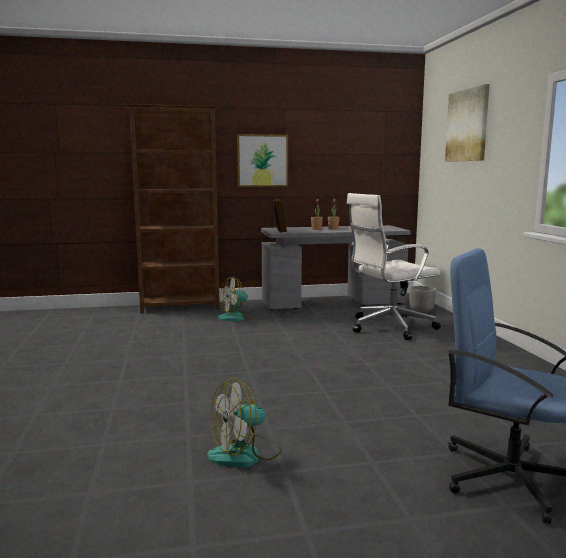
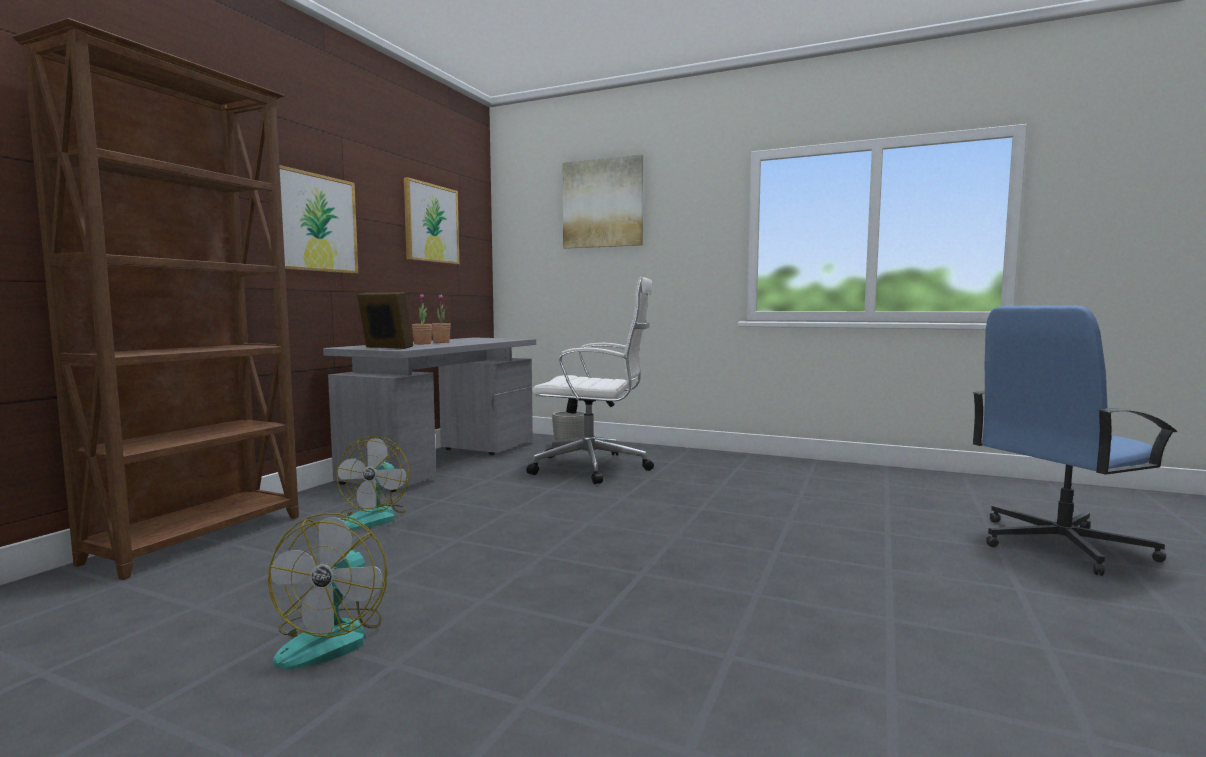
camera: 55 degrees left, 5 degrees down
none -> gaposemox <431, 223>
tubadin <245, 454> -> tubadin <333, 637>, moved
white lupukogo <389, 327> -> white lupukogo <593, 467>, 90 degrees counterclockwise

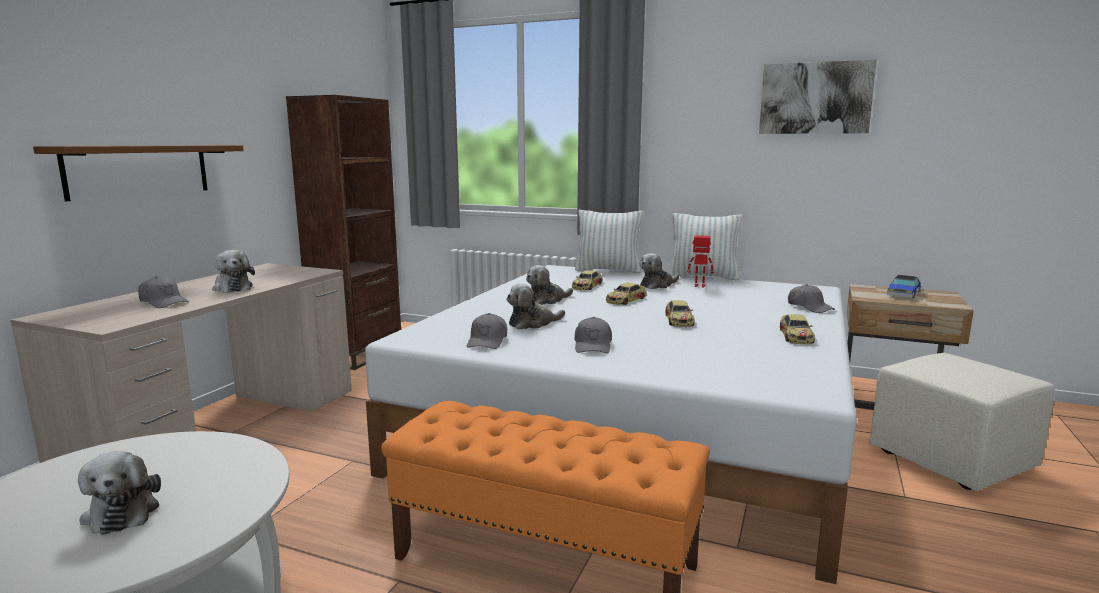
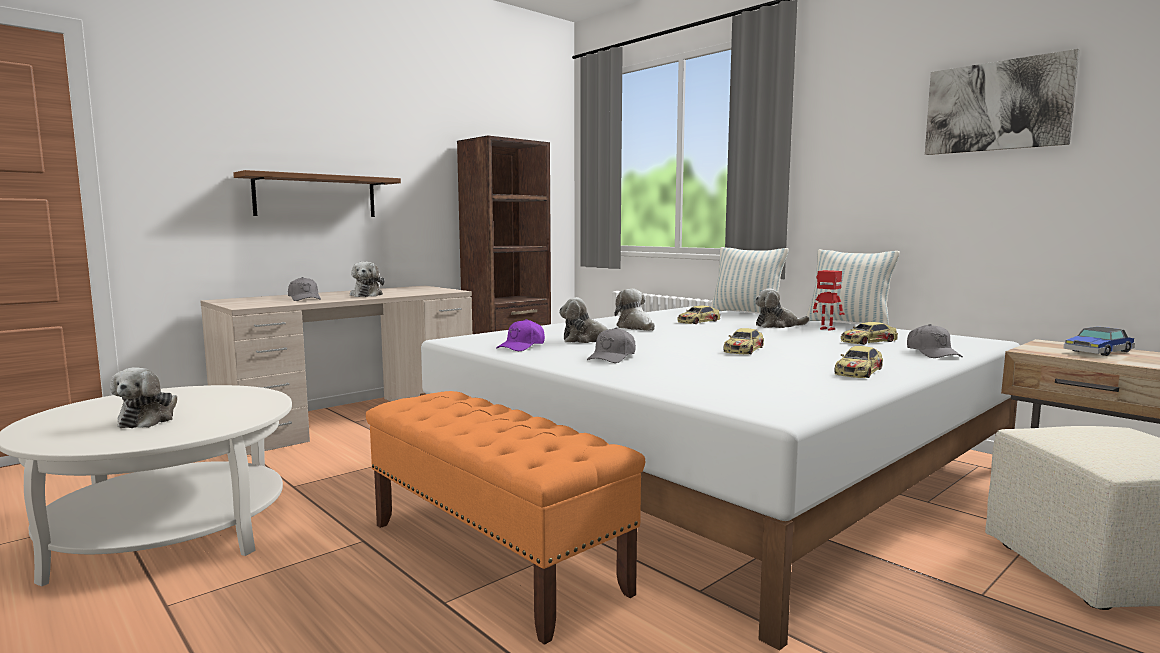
camera: 25 degrees right, 5 degrees down
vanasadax <626, 300> -> vanasadax <868, 341>, moved
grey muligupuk <487, 341> -> purple muligupuk <522, 347>
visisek <547, 300> -> visisek <635, 327>, 75 degrees clockwise

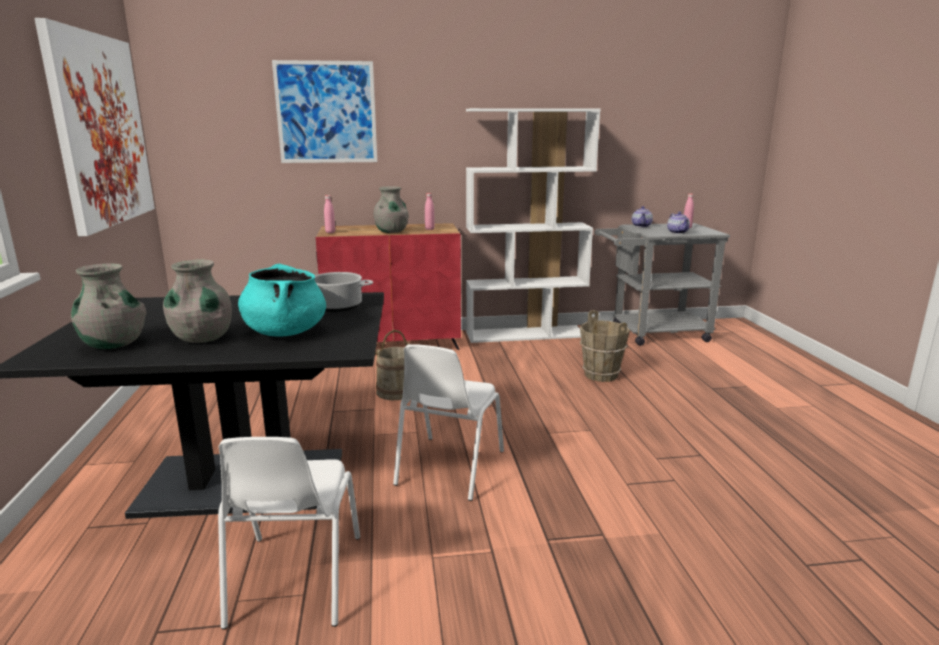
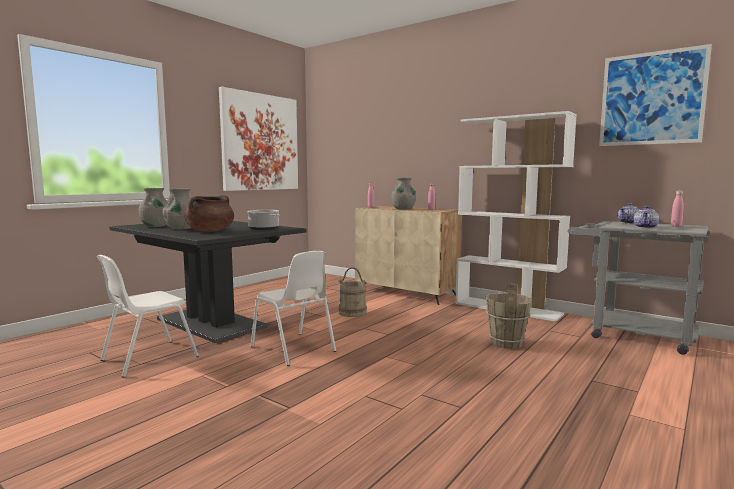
camera: 45 degrees right, 10 degrees down
gaposemox <326, 112> -> gaposemox <651, 98>, moved
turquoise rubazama <285, 332> -> brown rubazama <210, 231>
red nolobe <394, 343> -> beige nolobe <407, 293>
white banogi <448, 468> -> white banogi <294, 349>, 105 degrees counterclockwise

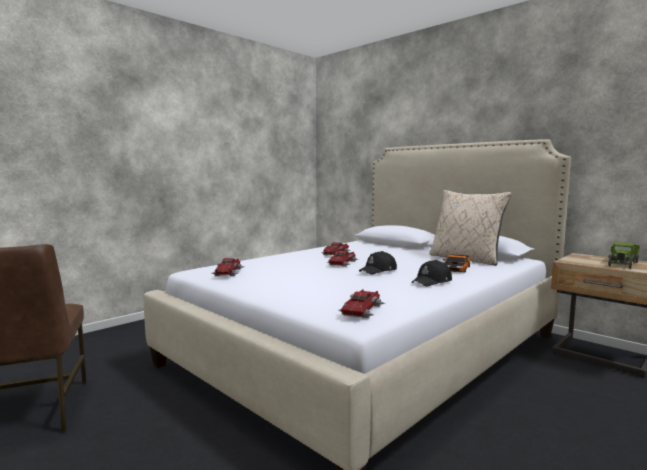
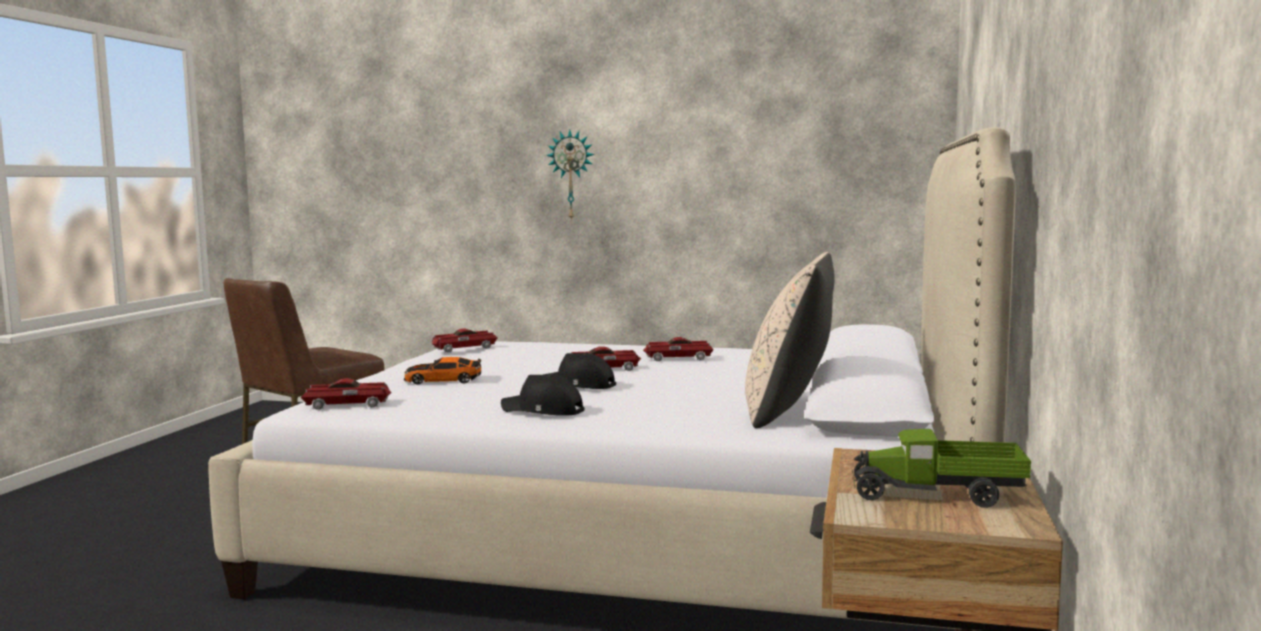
camera: 60 degrees right, 0 degrees up
none -> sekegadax <571, 175>
vanasadax <456, 268> -> vanasadax <443, 380>, moved

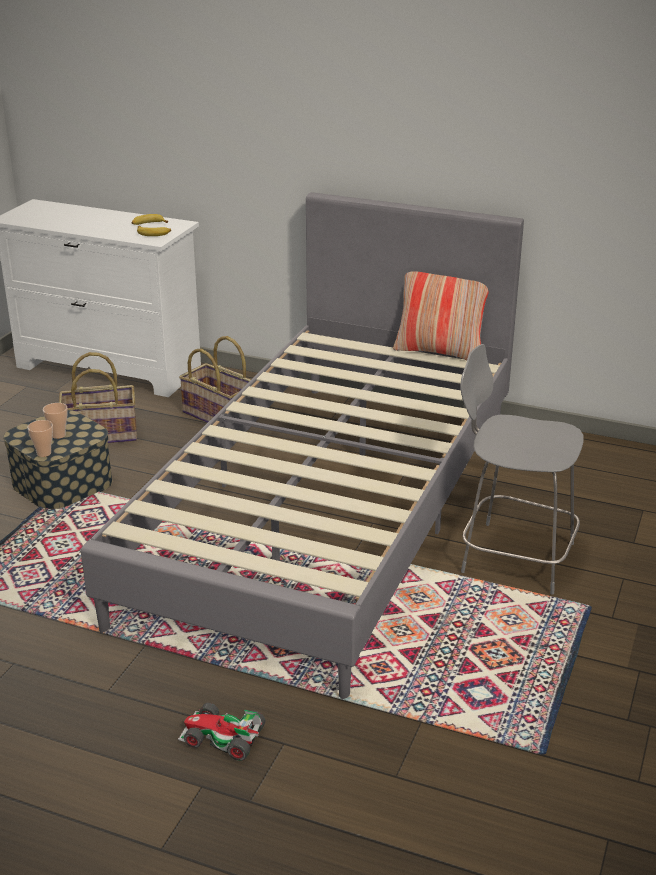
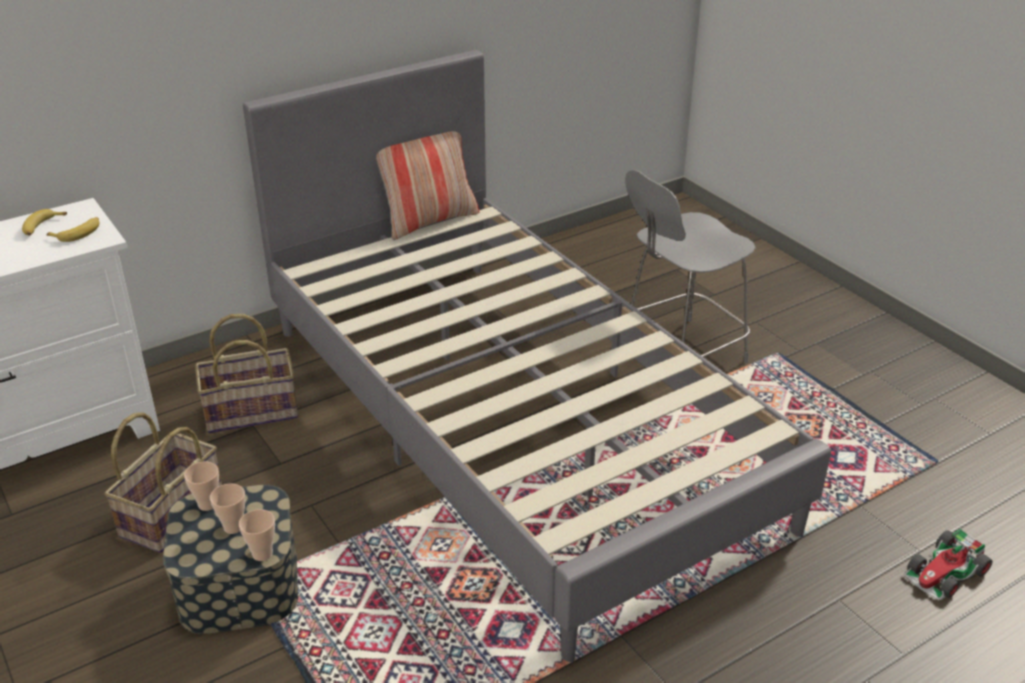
camera: 55 degrees left, 5 degrees up
none -> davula <208, 504>
vanasadax <222, 737> -> vanasadax <945, 573>, moved

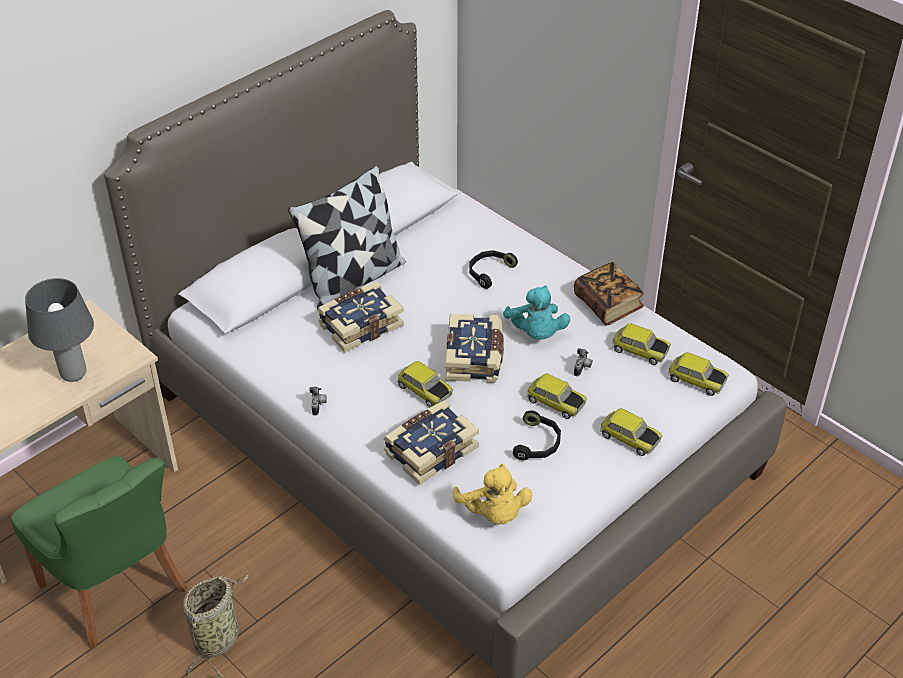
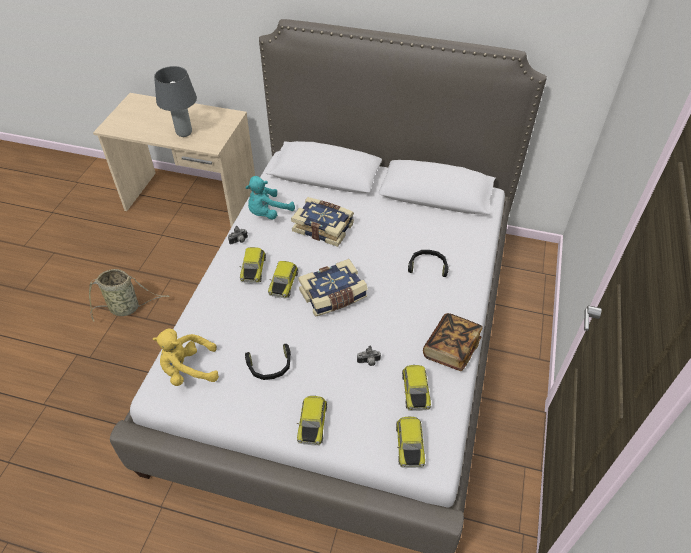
camera: 60 degrees right, 5 degrees up
green banogi <117, 590> -> none
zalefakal <353, 279> -> none
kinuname <430, 450> -> none
turquoise visisek <536, 333> -> turquoise visisek <268, 213>, moved
vanasadax <555, 403> -> vanasadax <253, 269>, moved
yellow visisek <493, 513> -> yellow visisek <188, 370>, 45 degrees clockwise

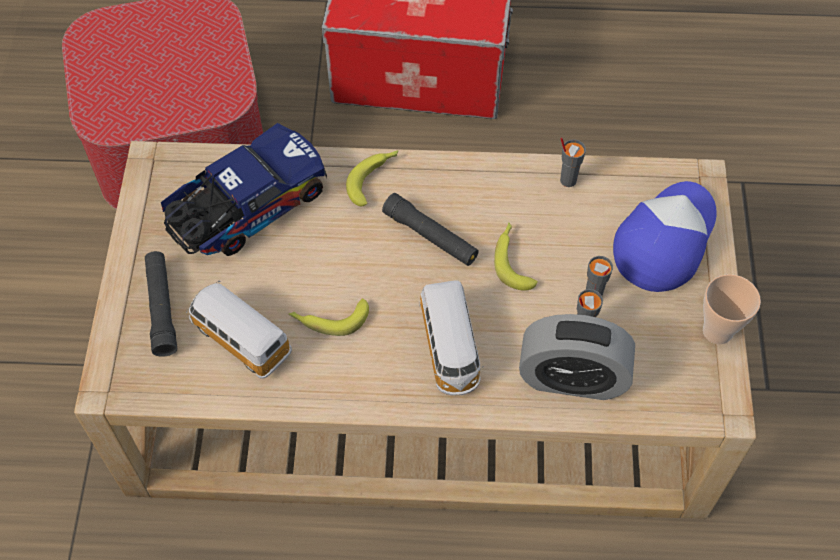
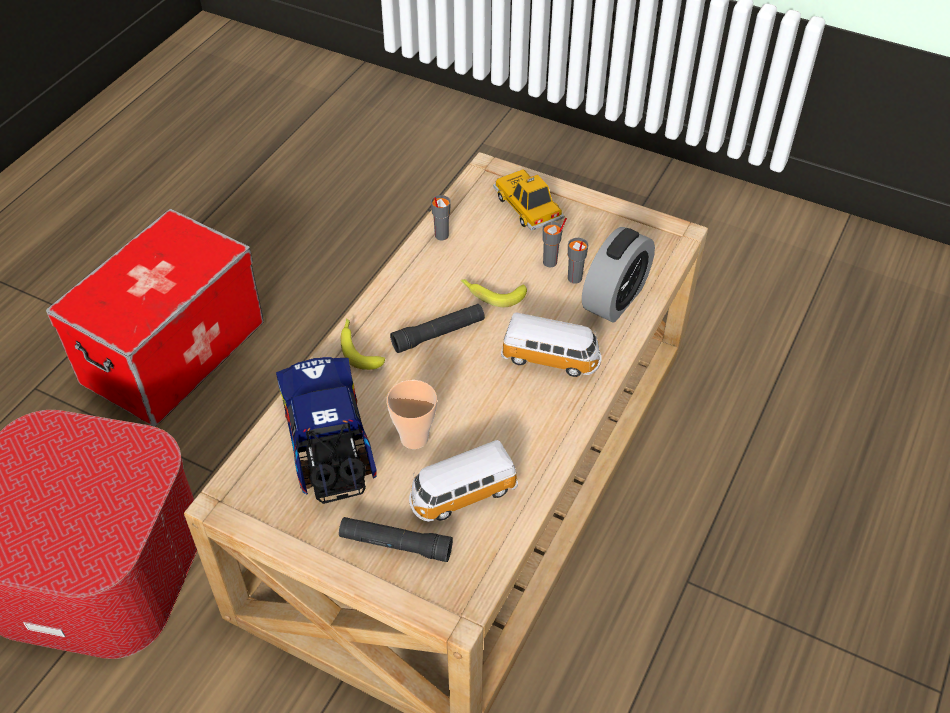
camera: 65 degrees left, 10 degrees down
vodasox <329, 319> -> none
davula <717, 331> -> davula <414, 438>, moved
muligupuk <664, 240> -> vanasadax <527, 207>

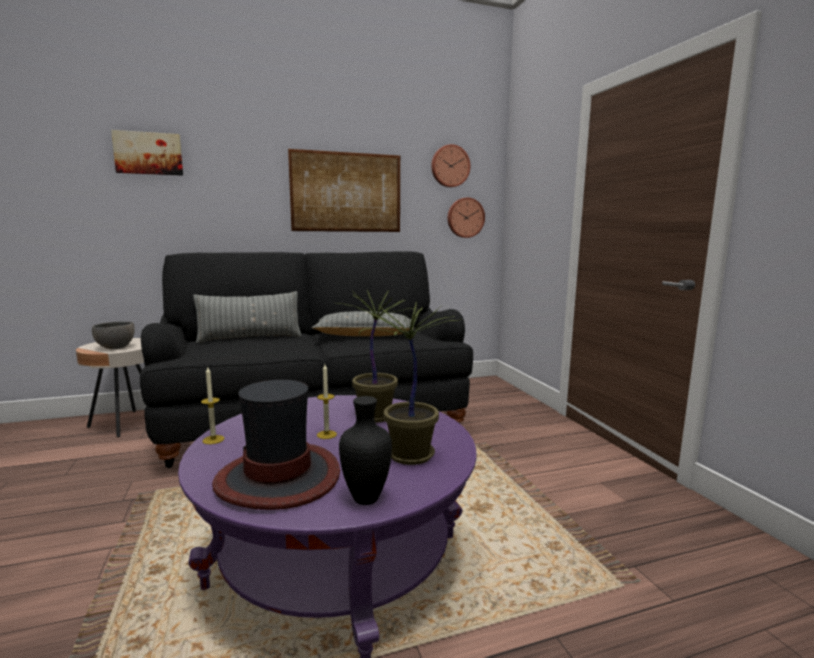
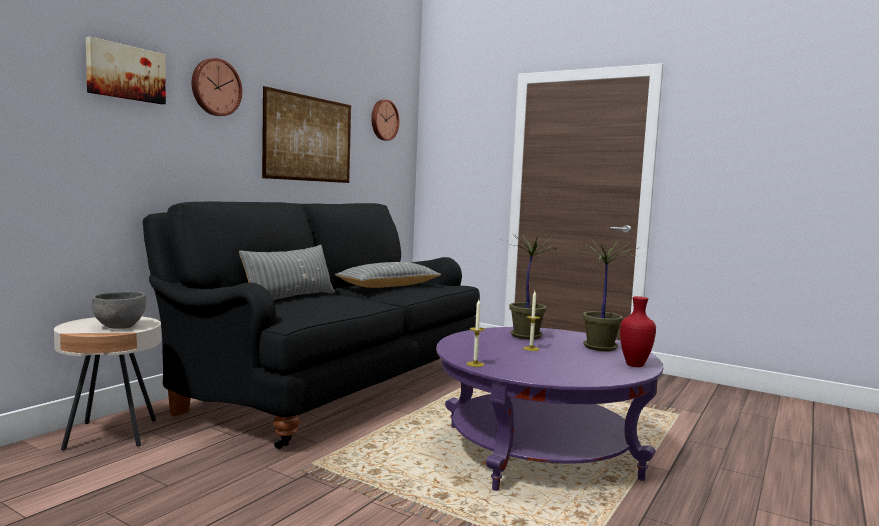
camera: 40 degrees left, 5 degrees down
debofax <279, 478> -> none
sekegadax <465, 217> -> sekegadax <215, 87>, moved
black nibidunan <367, 499> -> red nibidunan <636, 365>

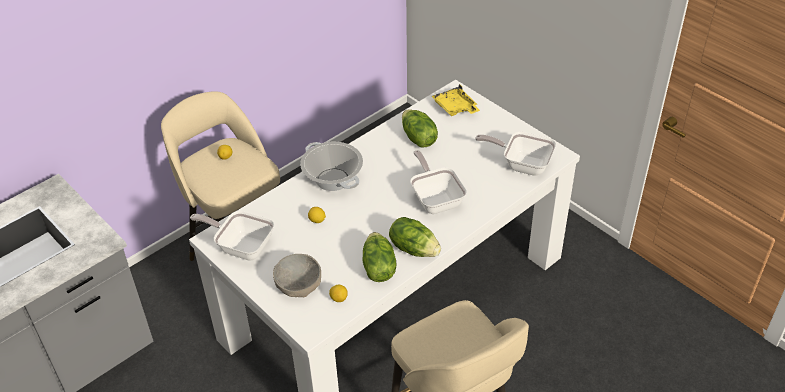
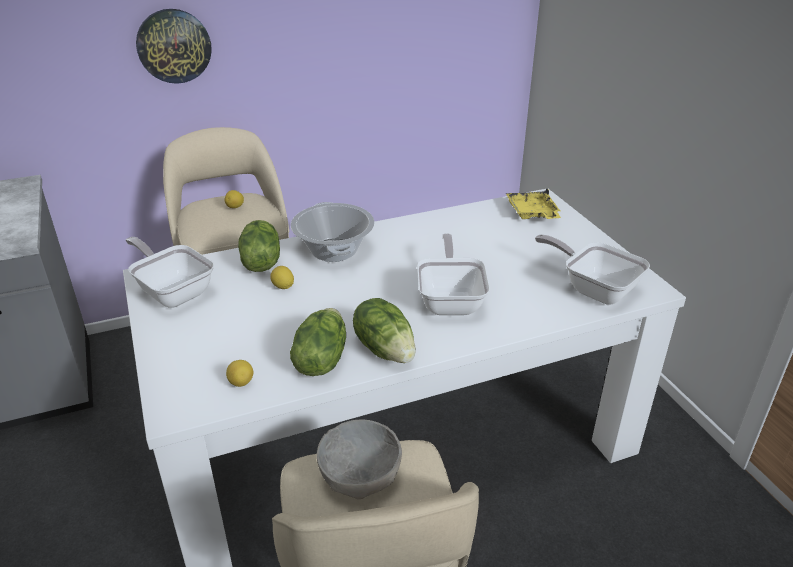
camera: 20 degrees right, 10 degrees down
none -> sekegadax <174, 46>
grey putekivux <299, 286> -> grey putekivux <361, 476>, moved
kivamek <418, 138> -> kivamek <260, 262>, moved

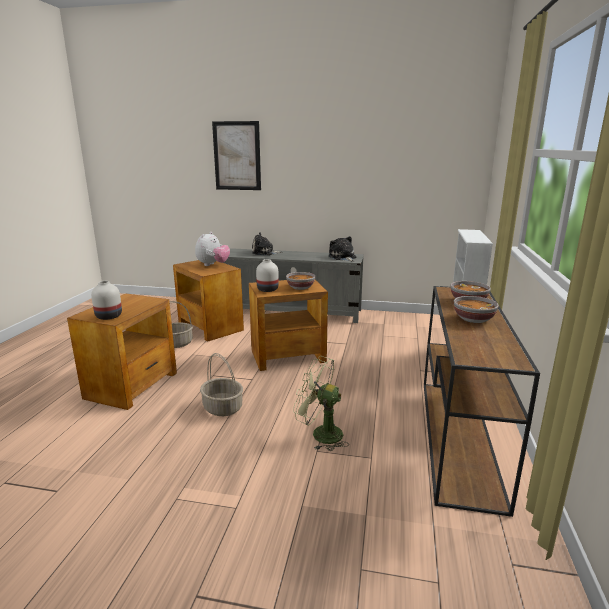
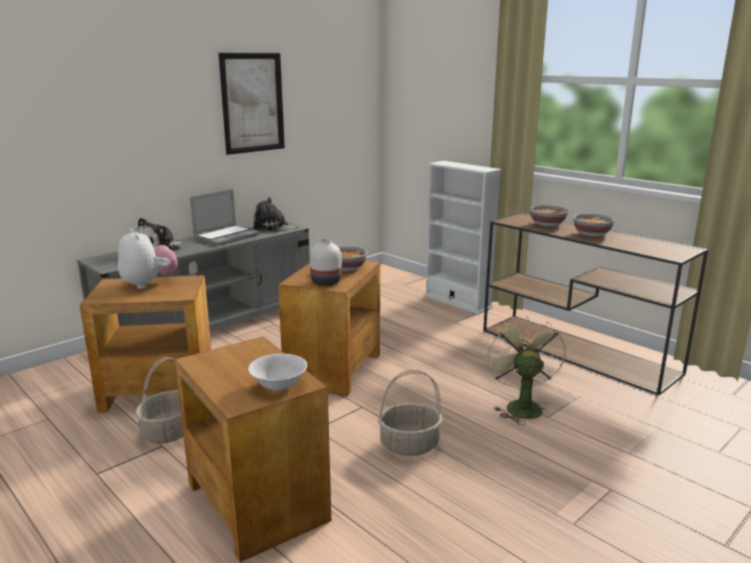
camera: 55 degrees left, 0 degrees up
none -> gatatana <227, 236>
gaposemox <237, 156> -> gaposemox <252, 103>, moved
white nibidunan <109, 316> -> white putekivux <279, 385>
green tubadin <320, 434> -> green tubadin <520, 406>, 120 degrees clockwise

